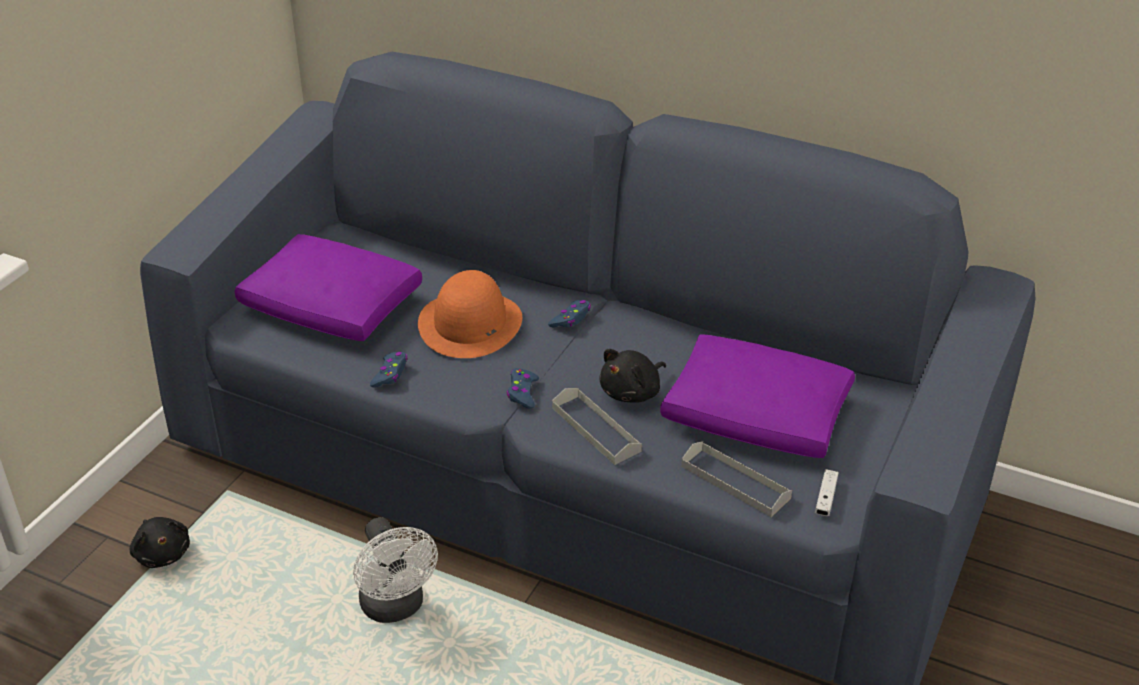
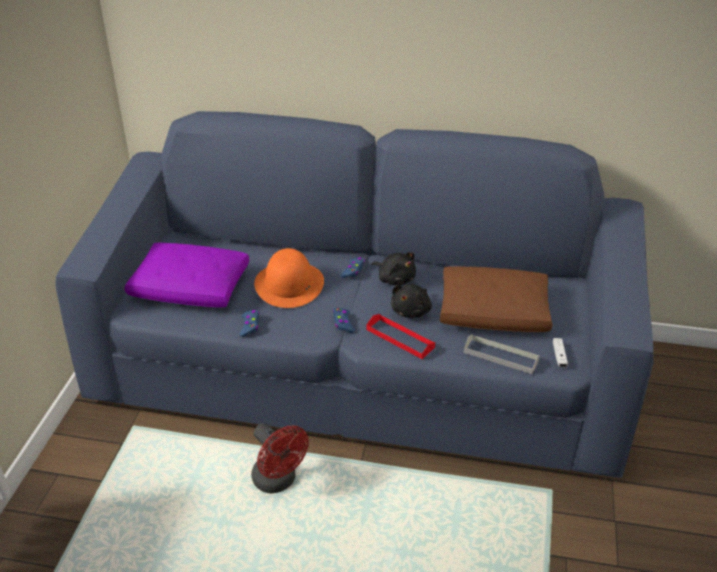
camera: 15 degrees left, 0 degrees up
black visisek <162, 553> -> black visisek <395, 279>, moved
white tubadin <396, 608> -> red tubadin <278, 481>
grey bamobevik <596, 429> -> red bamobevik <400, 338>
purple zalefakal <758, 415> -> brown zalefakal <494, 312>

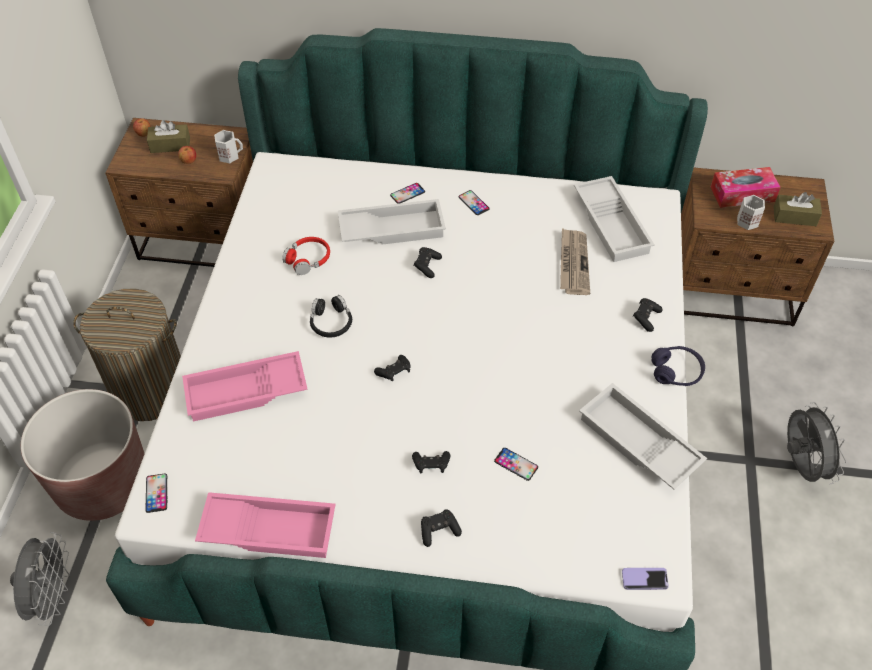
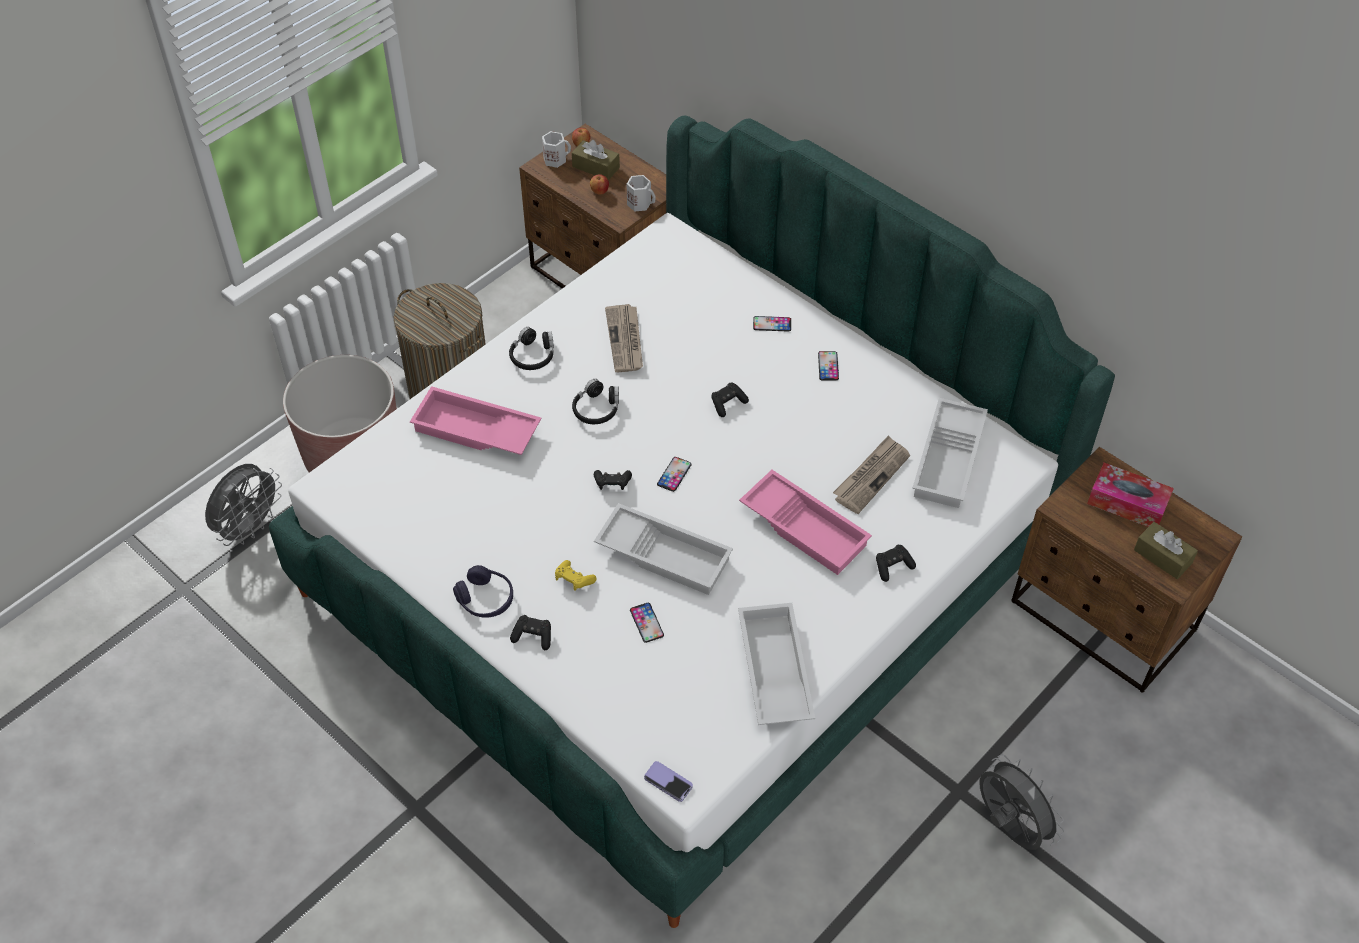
camera: 35 degrees right, 0 degrees up
none -> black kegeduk <533, 355>
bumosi <156, 493> -> bumosi <674, 474>, moved
pink bamobevik <270, 528> -> pink bamobevik <806, 527>, moved
white bamobevik <392, 228> -> white bamobevik <665, 554>, moved
purple kegeduk <676, 372> -> purple kegeduk <485, 599>, moved
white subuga <747, 221> -> white subuga <555, 159>, moved
red kegeduk <308, 259> -> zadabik <625, 340>
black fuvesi <431, 465> -> yellow fuvesi <574, 580>
grey tubadin <799, 465> -> grey tubadin <1008, 828>, 60 degrees counterclockwise

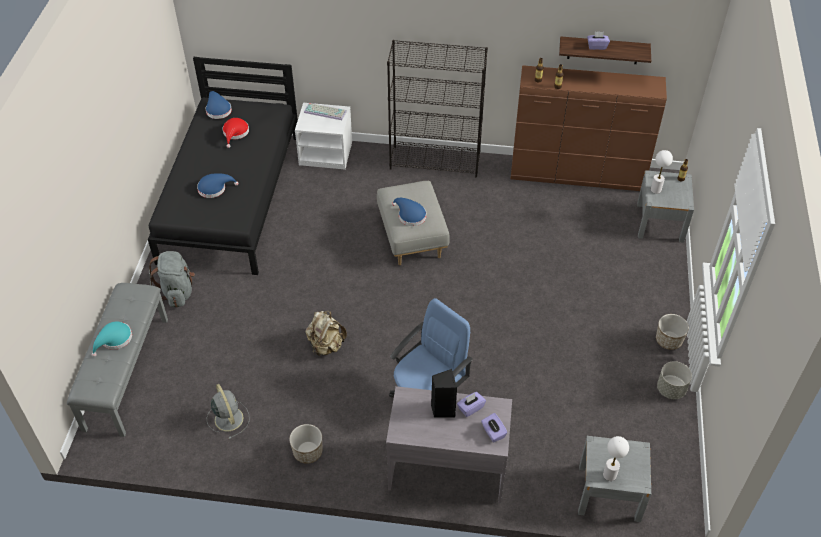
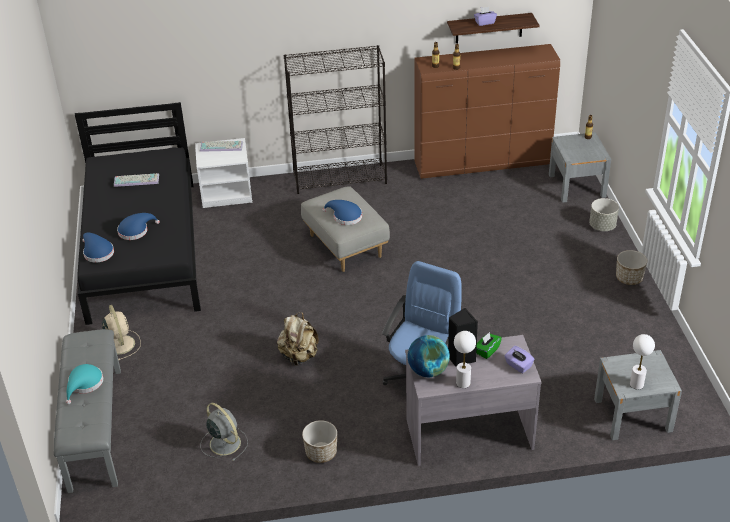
camera: 15 degrees left, 10 degrees down
none -> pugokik <428, 371>
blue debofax <218, 110> -> blue debofax <97, 252>, moved
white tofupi <656, 189> -> white tofupi <463, 383>, moved
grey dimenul <671, 389> -> grey dimenul <602, 226>, moved
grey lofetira <177, 292> -> beige tubadin <120, 344>
red debofax <235, 133> -> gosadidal <137, 180>
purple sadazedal <470, 408> -> green sadazedal <487, 351>

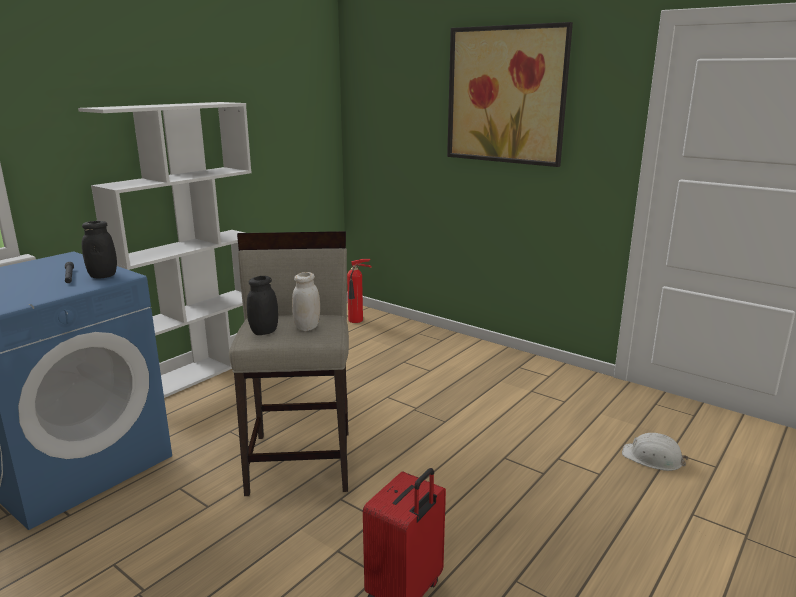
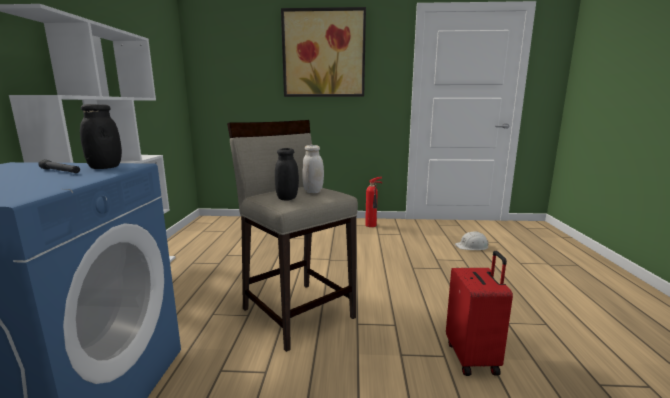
camera: 35 degrees left, 5 degrees down
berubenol <356, 321> -> berubenol <372, 225>, moved

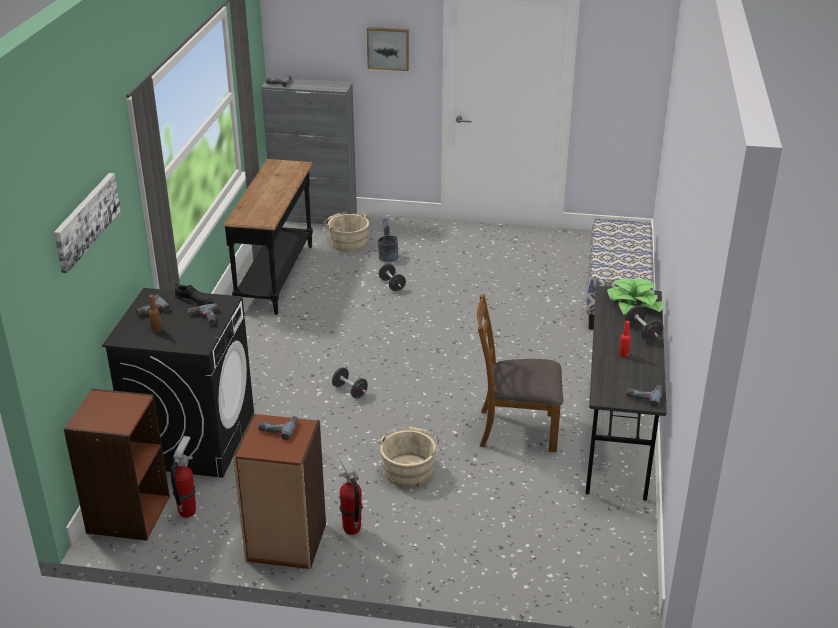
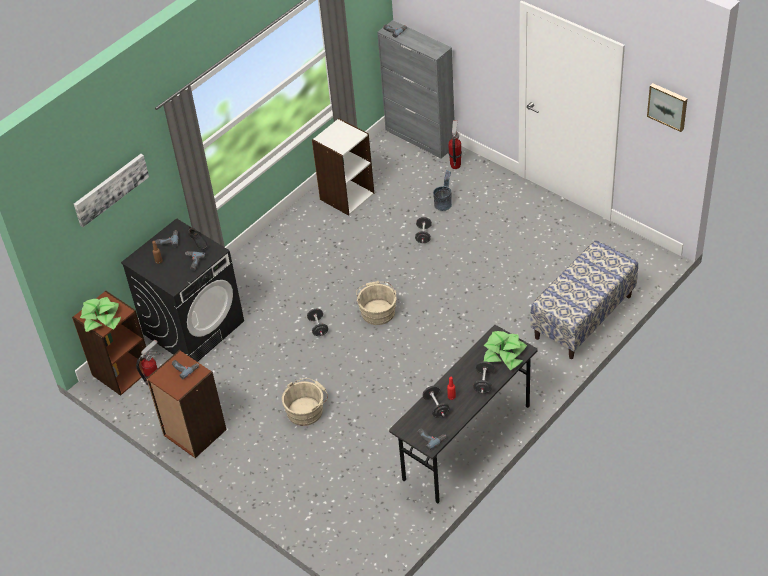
camera: 35 degrees right, 15 degrees up
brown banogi <516, 429> -> none
none -> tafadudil <101, 318>
none -> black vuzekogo <436, 407>
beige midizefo <347, 242> -> beige midizefo <377, 310>, moved
berubenol <351, 528> -> berubenol <455, 165>, moved
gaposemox <388, 48> -> gaposemox <668, 106>, moved
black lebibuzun <277, 277> -> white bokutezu <346, 196>

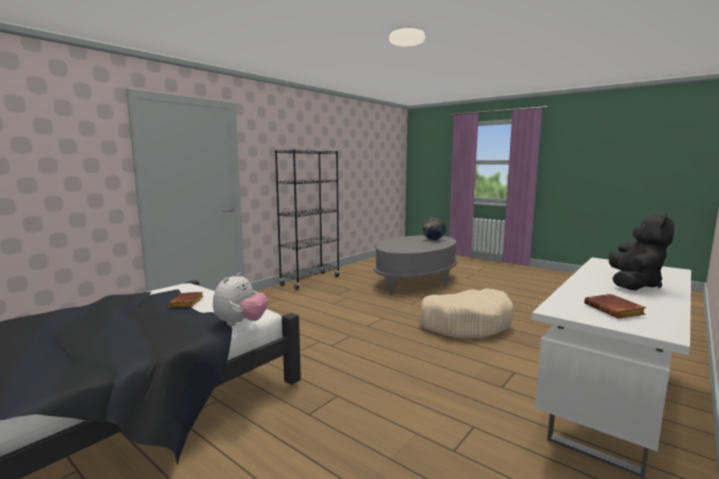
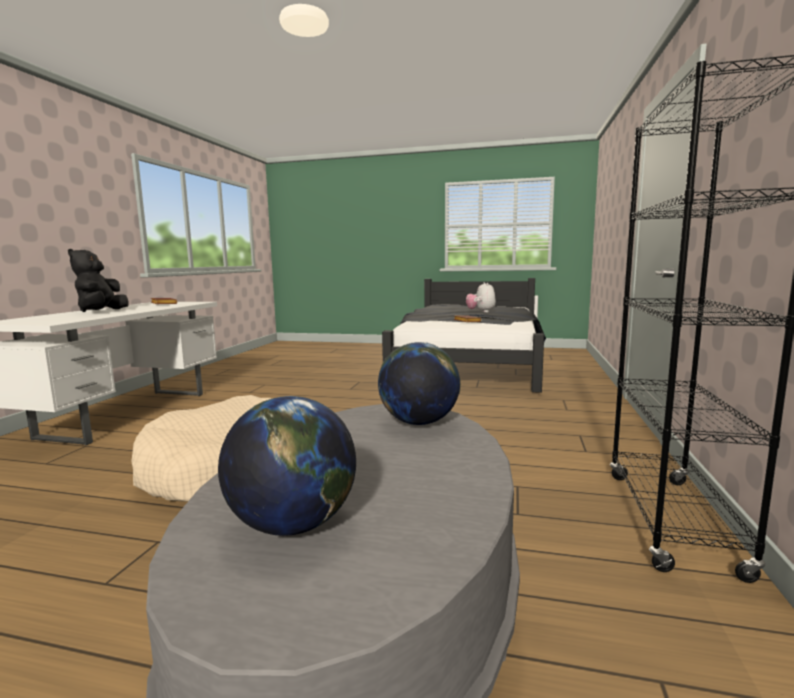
camera: 155 degrees right, 0 degrees up
none -> pugokik <419, 423>
visisek <241, 323> -> visisek <481, 312>, moved

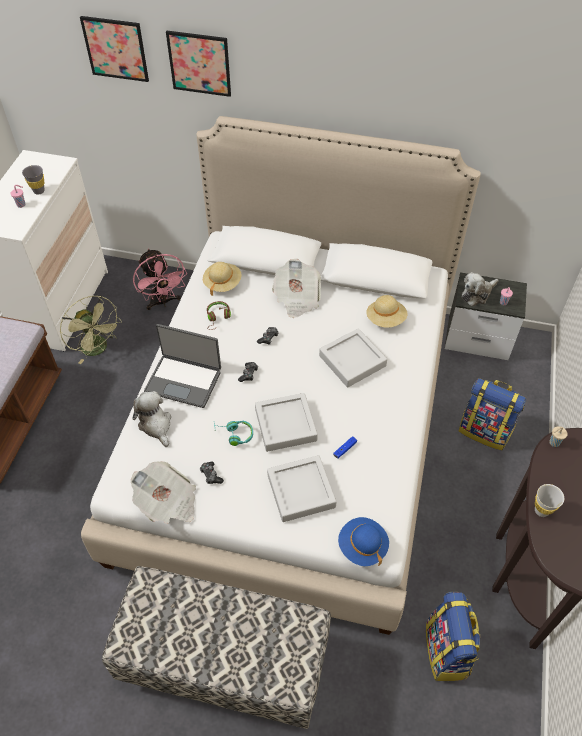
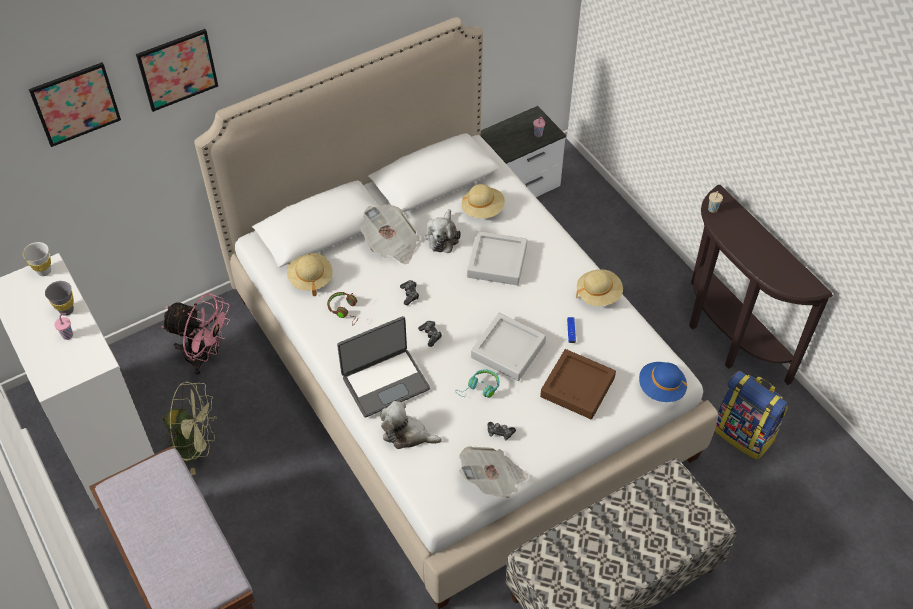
camera: 45 degrees left, 0 degrees up
lofetira <485, 431> -> none
none -> beige debofax <598, 294>
visisek <477, 294> -> visisek <443, 237>, moved
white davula <541, 510> -> white davula <44, 271>, moved
grey bamobevik <301, 491> -> brown bamobevik <577, 387>

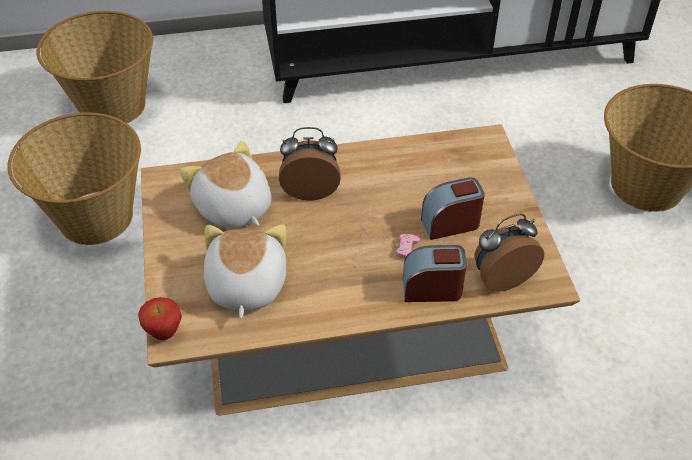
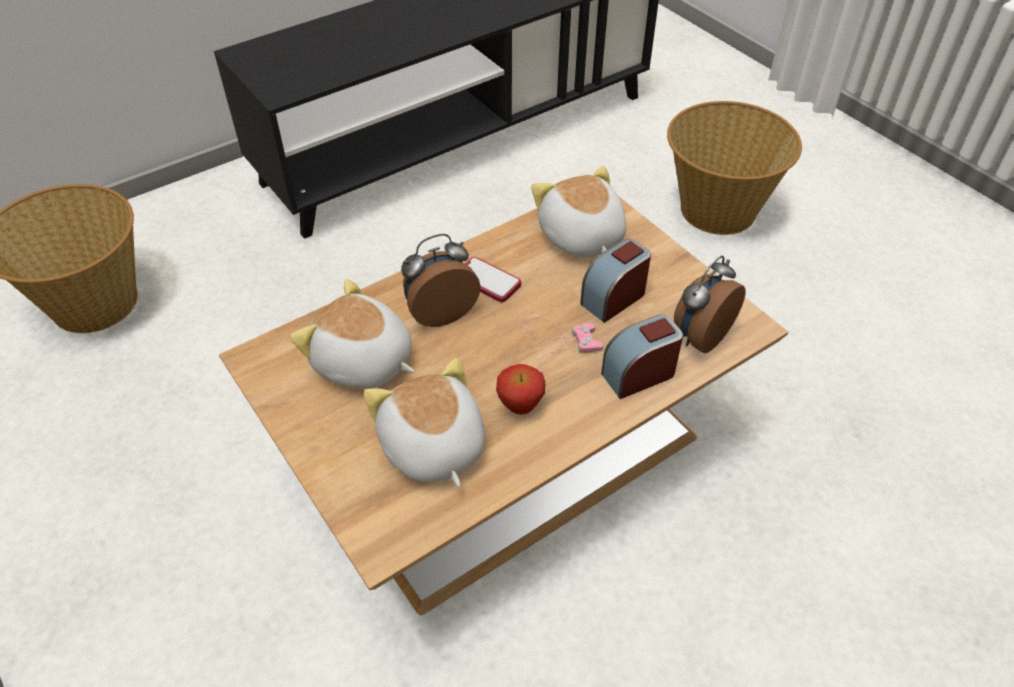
camera: 25 degrees left, 0 degrees up
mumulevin <94, 217> -> none
none -> bumosi <488, 281>
none -> visisek <580, 237>
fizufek <164, 333> -> fizufek <520, 407>, moved

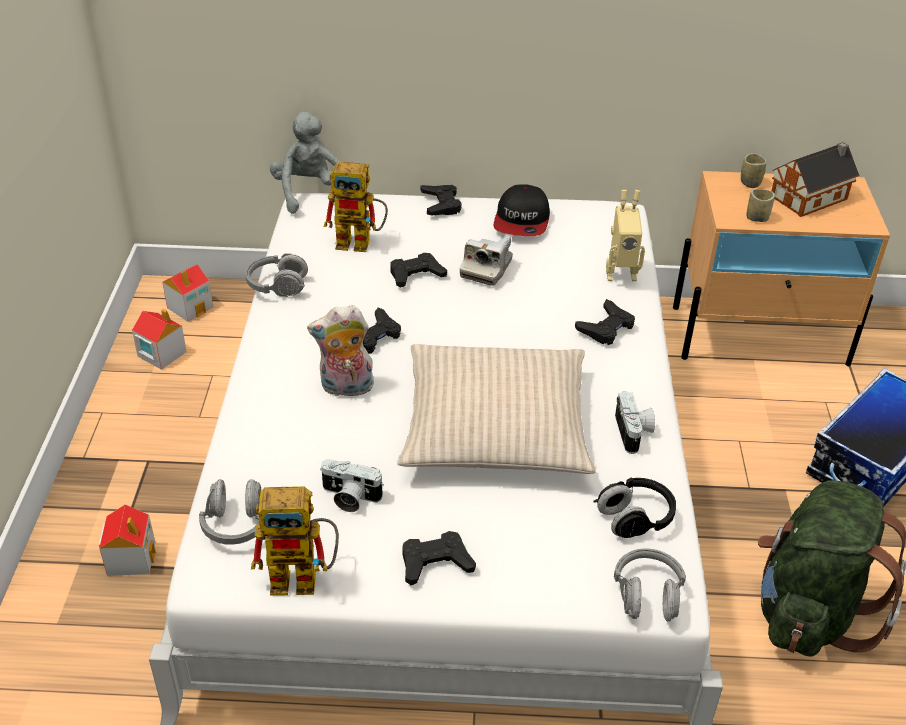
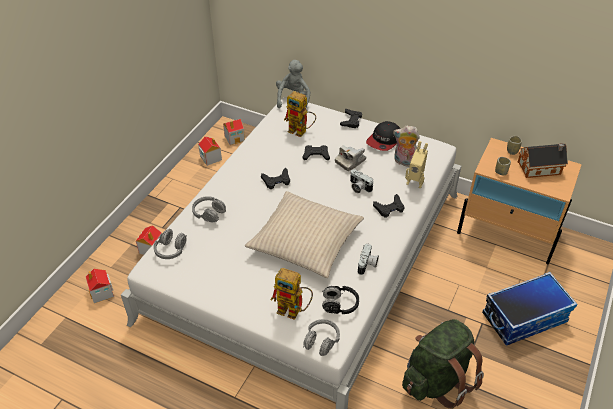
camera: 25 degrees right, 5 degrees up
black fuvesi <435, 562> -> none
none -> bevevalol <102, 293>
grey kegeduk <277, 287> -> grey kegeduk <209, 214>, moved
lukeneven <304, 577> -> lukeneven <294, 310>, moved
visisek <345, 388> -> visisek <404, 162>, moved
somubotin <349, 497> -> somubotin <359, 187>, moved

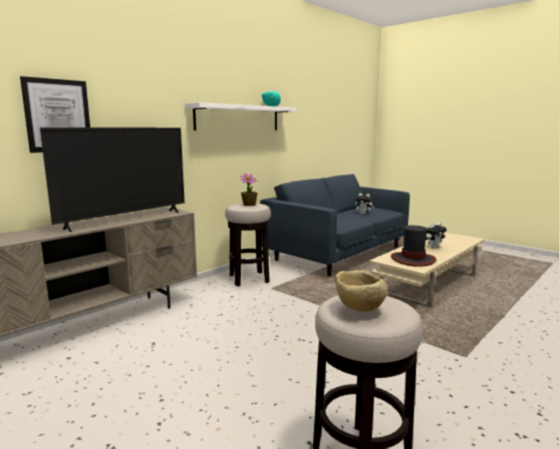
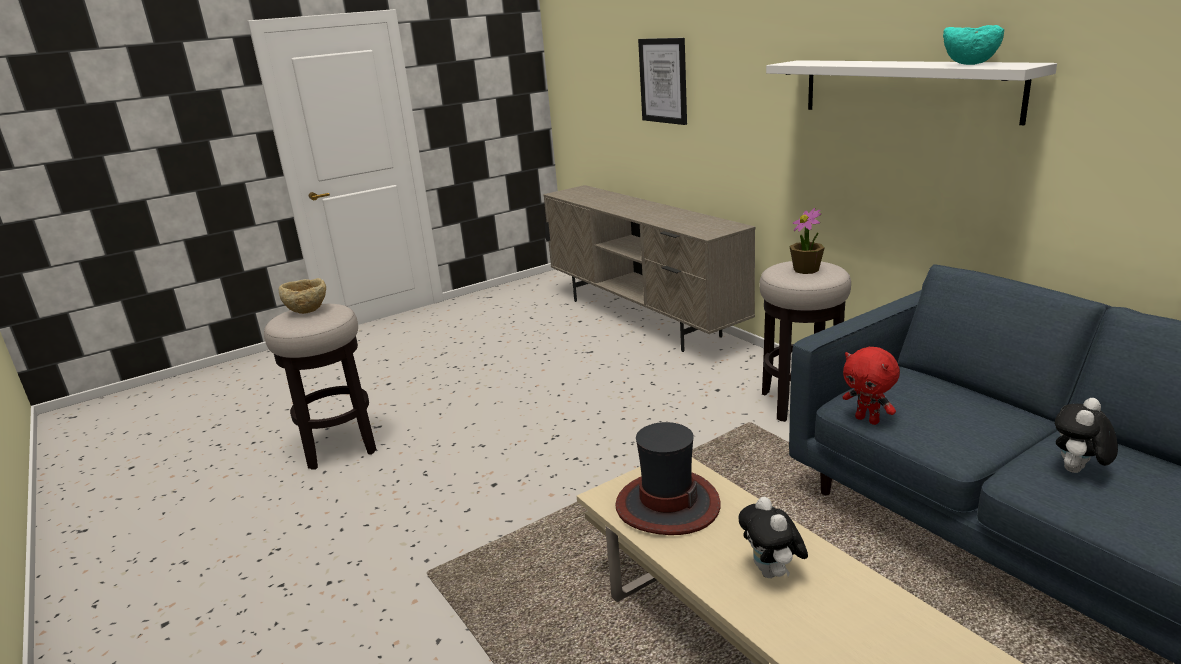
camera: 105 degrees right, 10 degrees up
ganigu <126, 220> -> none
none -> red visisek <868, 420>

